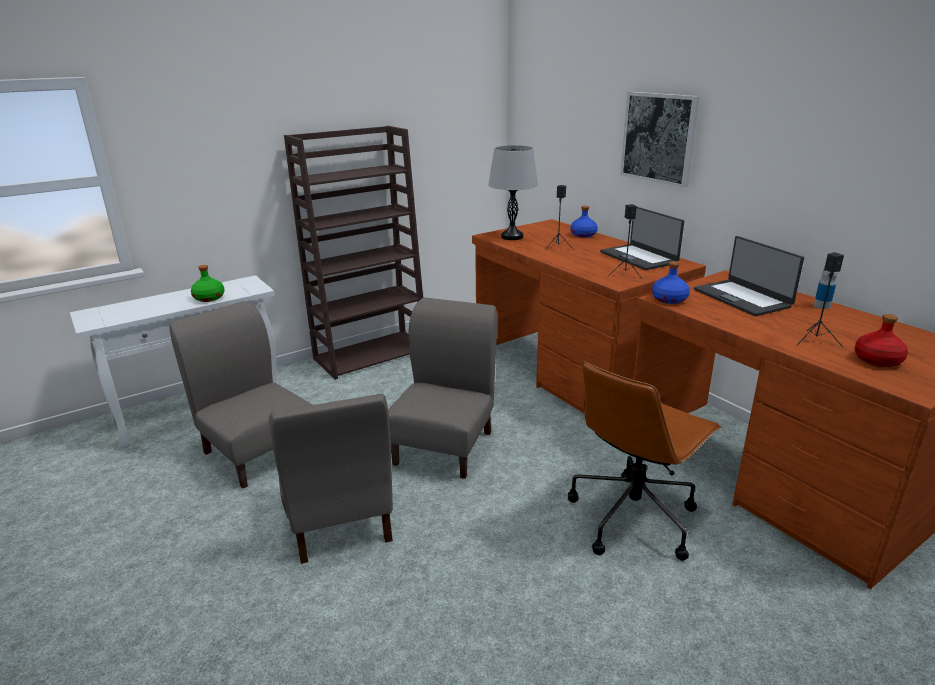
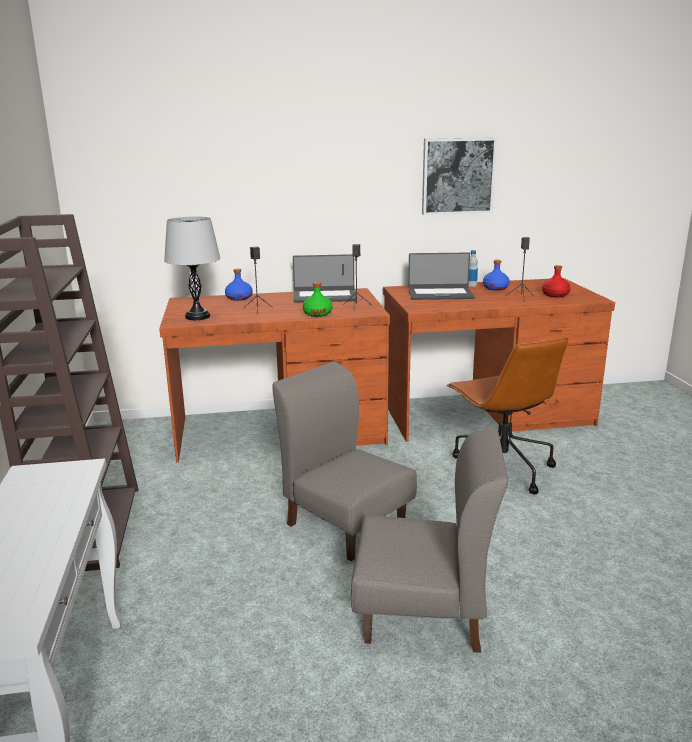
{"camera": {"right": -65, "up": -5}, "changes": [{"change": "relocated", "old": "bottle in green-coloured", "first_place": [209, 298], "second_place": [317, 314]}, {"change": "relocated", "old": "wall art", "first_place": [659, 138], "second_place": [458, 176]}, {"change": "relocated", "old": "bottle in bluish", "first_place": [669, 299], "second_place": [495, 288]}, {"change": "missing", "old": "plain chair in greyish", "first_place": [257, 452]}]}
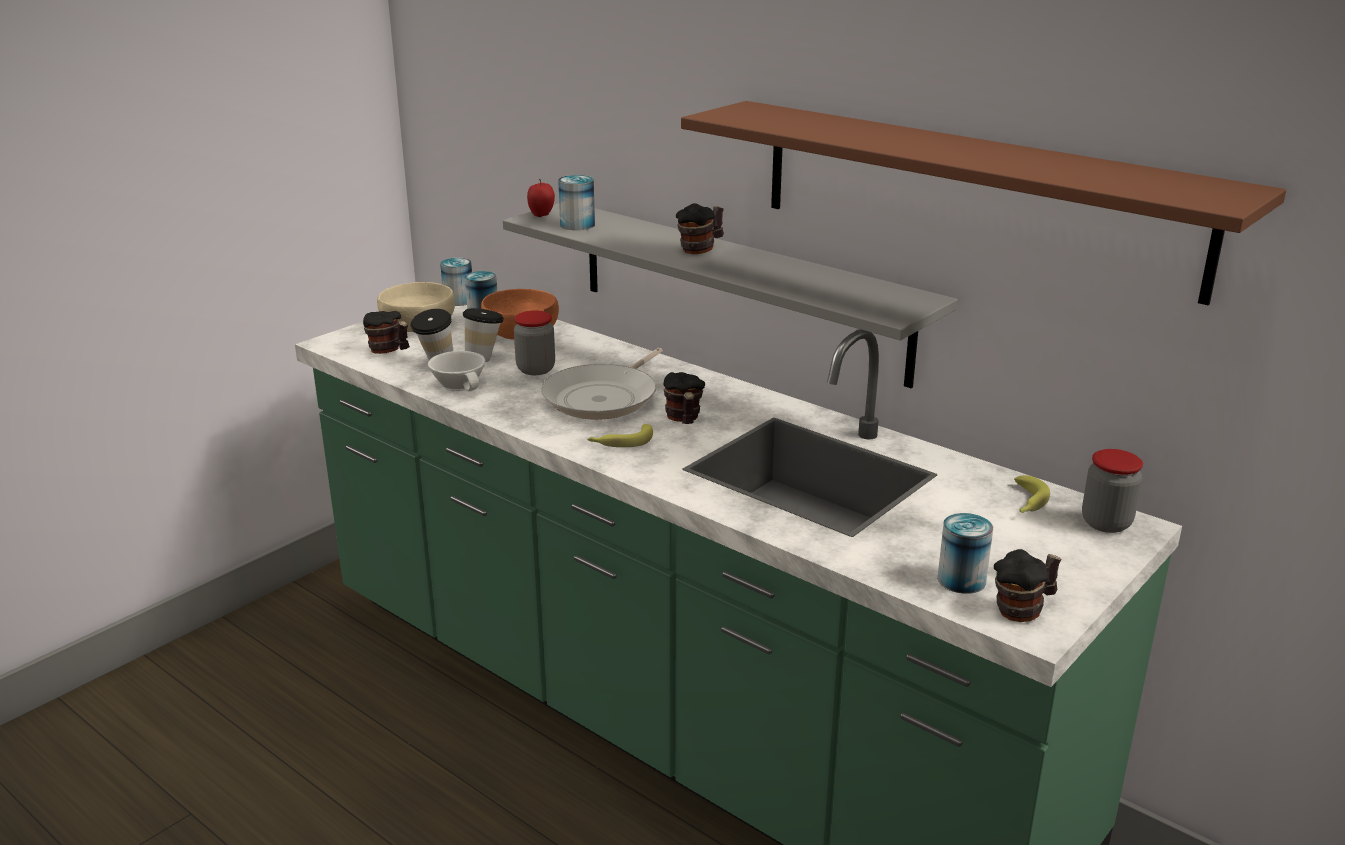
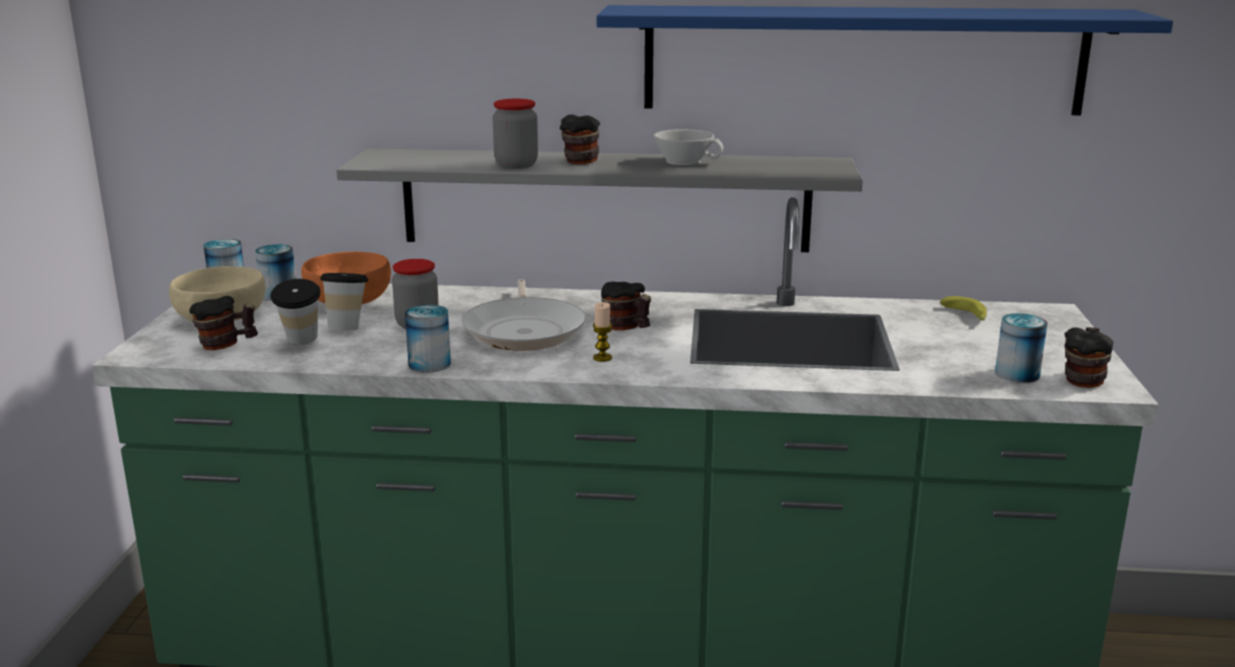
{"camera": {"right": -35, "up": -5}, "changes": [{"change": "relocated", "old": "can", "first_place": [577, 225], "second_place": [429, 364]}, {"change": "relocated", "old": "storage jar", "first_place": [1106, 523], "second_place": [516, 165]}, {"change": "exchanged", "old": "banana fruit", "new": "wax candle", "first_place": [621, 442], "second_place": [602, 358]}, {"change": "colour", "old": "bracket shelf in brown-coloured", "new": "bracket shelf in bluish", "first_place": [972, 195], "second_place": [862, 60]}, {"change": "relocated", "old": "cup in white", "first_place": [461, 384], "second_place": [686, 160]}, {"change": "missing", "old": "apple", "first_place": [541, 215]}]}
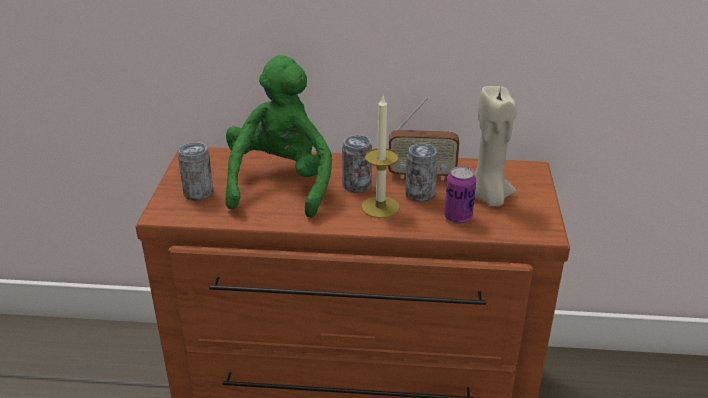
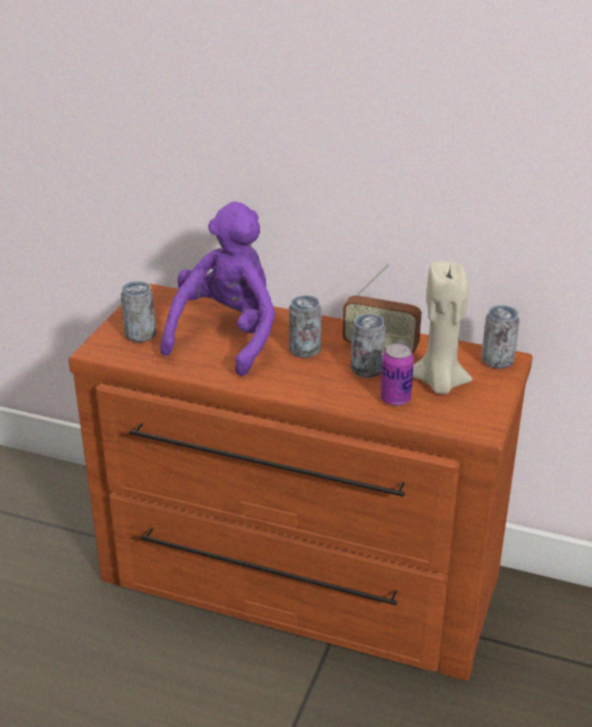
{"camera": {"right": 15, "up": 0}, "changes": [{"change": "colour", "old": "plush toy in green-coloured", "new": "plush toy in purplish", "first_place": [280, 183], "second_place": [227, 336]}, {"change": "appeared", "new": "can", "second_place": [497, 361]}, {"change": "missing", "old": "wax candle", "first_place": [380, 207]}]}
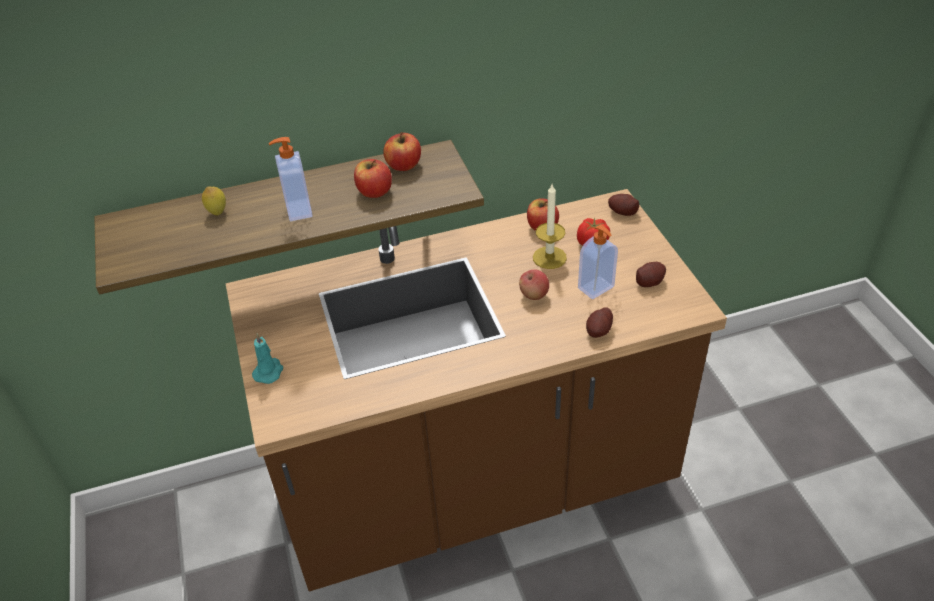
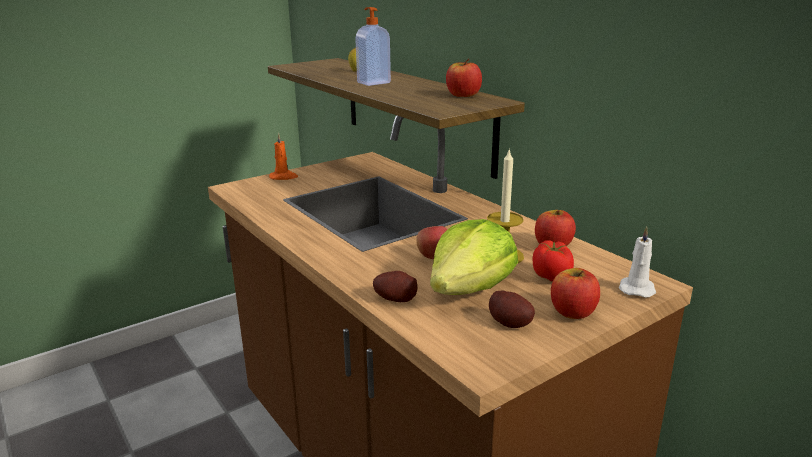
{"camera": {"right": 70, "up": -20}, "changes": [{"change": "colour", "old": "wax candle in turquoise", "new": "wax candle in orange", "first_place": [269, 371], "second_place": [283, 177]}, {"change": "exchanged", "old": "soap dispenser", "new": "lettuce", "first_place": [596, 288], "second_place": [470, 289]}, {"change": "relocated", "old": "apple", "first_place": [374, 192], "second_place": [573, 312]}, {"change": "exchanged", "old": "whole potato", "new": "wax candle in white", "first_place": [622, 212], "second_place": [636, 288]}]}
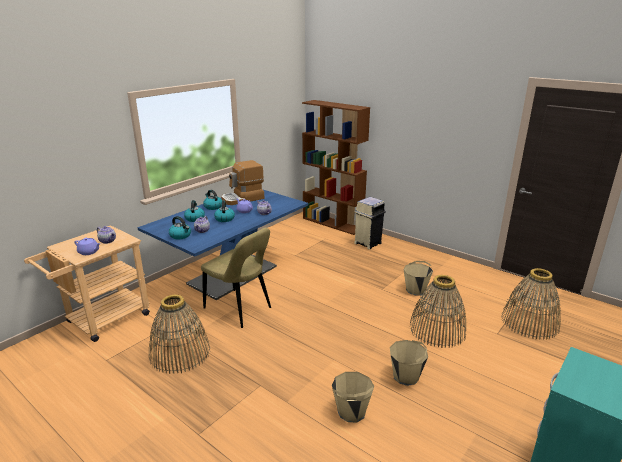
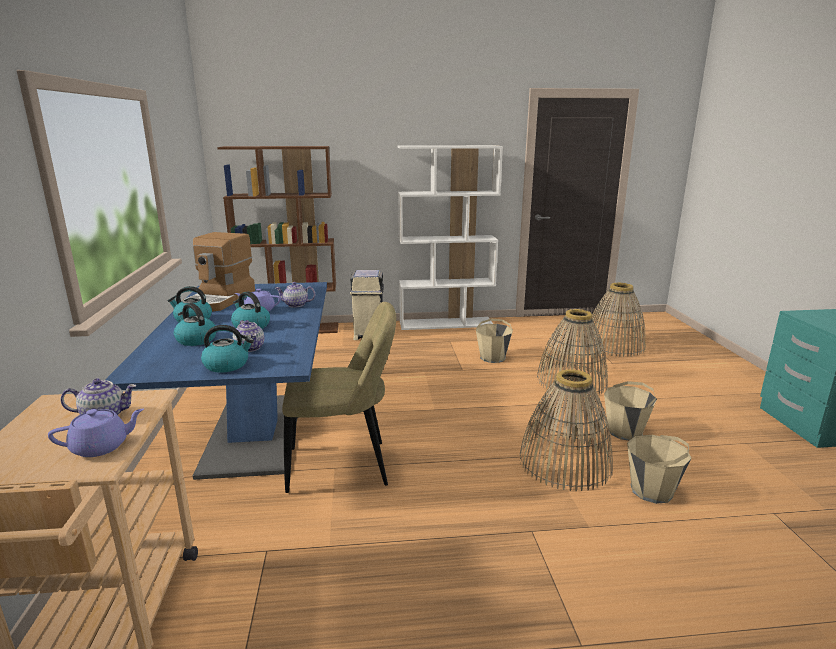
{"camera": {"right": -45, "up": -5}, "changes": [{"change": "appeared", "new": "bookshelf in white", "second_place": [446, 323]}, {"change": "relocated", "old": "basket", "first_place": [180, 353], "second_place": [565, 463]}]}
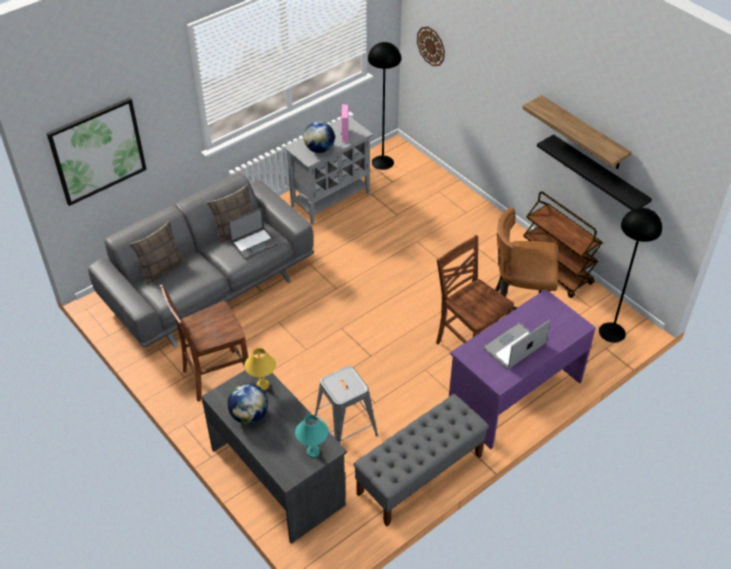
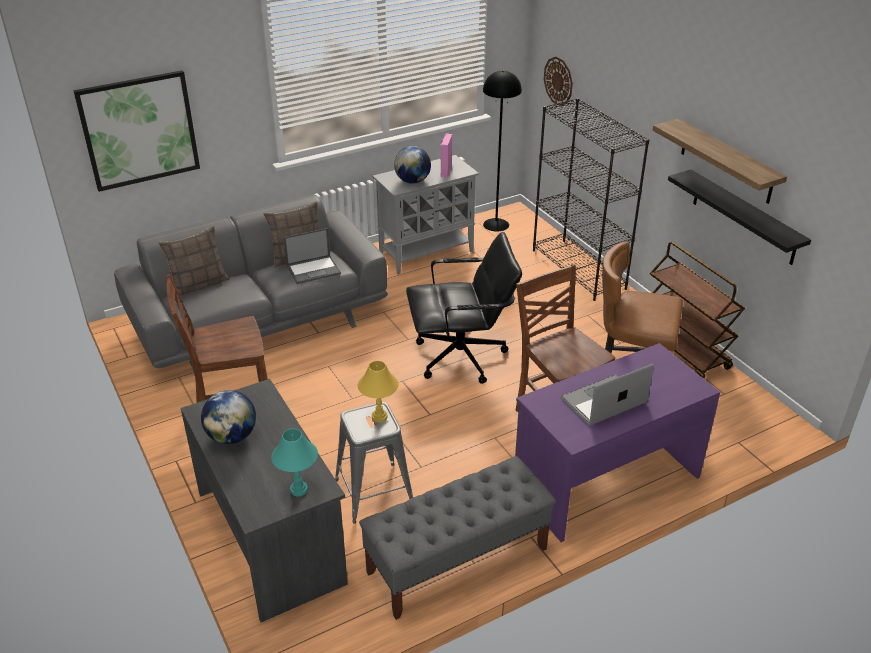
{"camera": {"right": 10, "up": -10}, "changes": [{"change": "relocated", "old": "table lamp in yellowish", "first_place": [262, 385], "second_place": [379, 417]}, {"change": "appeared", "new": "desk chair in black", "second_place": [461, 357]}, {"change": "appeared", "new": "bookshelf in black", "second_place": [579, 269]}, {"change": "missing", "old": "floor lamp in black", "first_place": [612, 332]}]}
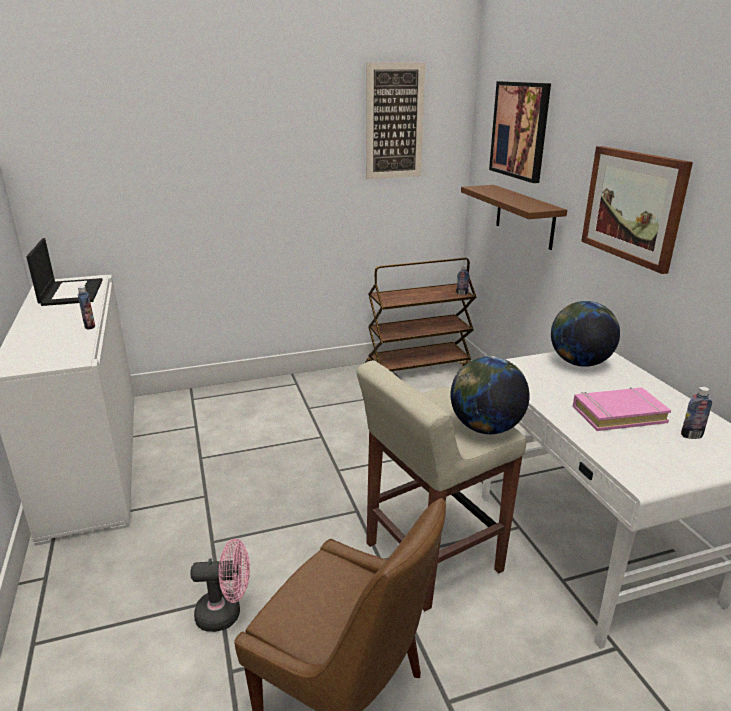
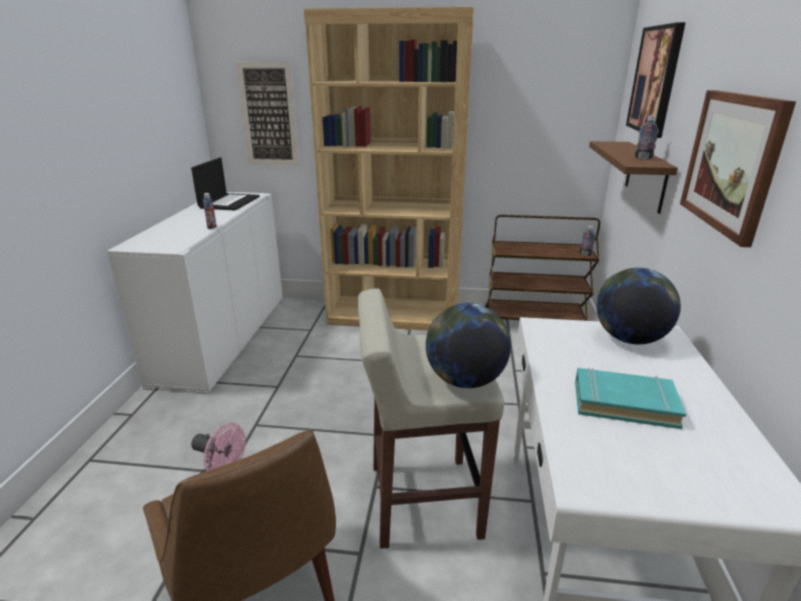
{"camera": {"right": 25, "up": 0}, "changes": [{"change": "relocated", "old": "wall art", "first_place": [394, 122], "second_place": [268, 115]}, {"change": "appeared", "new": "bookshelf in brown-coloured", "second_place": [394, 316]}, {"change": "colour", "old": "volume in pinkish", "new": "volume in turquoise", "first_place": [618, 414], "second_place": [624, 403]}, {"change": "relocated", "old": "bottle", "first_place": [691, 435], "second_place": [643, 158]}]}
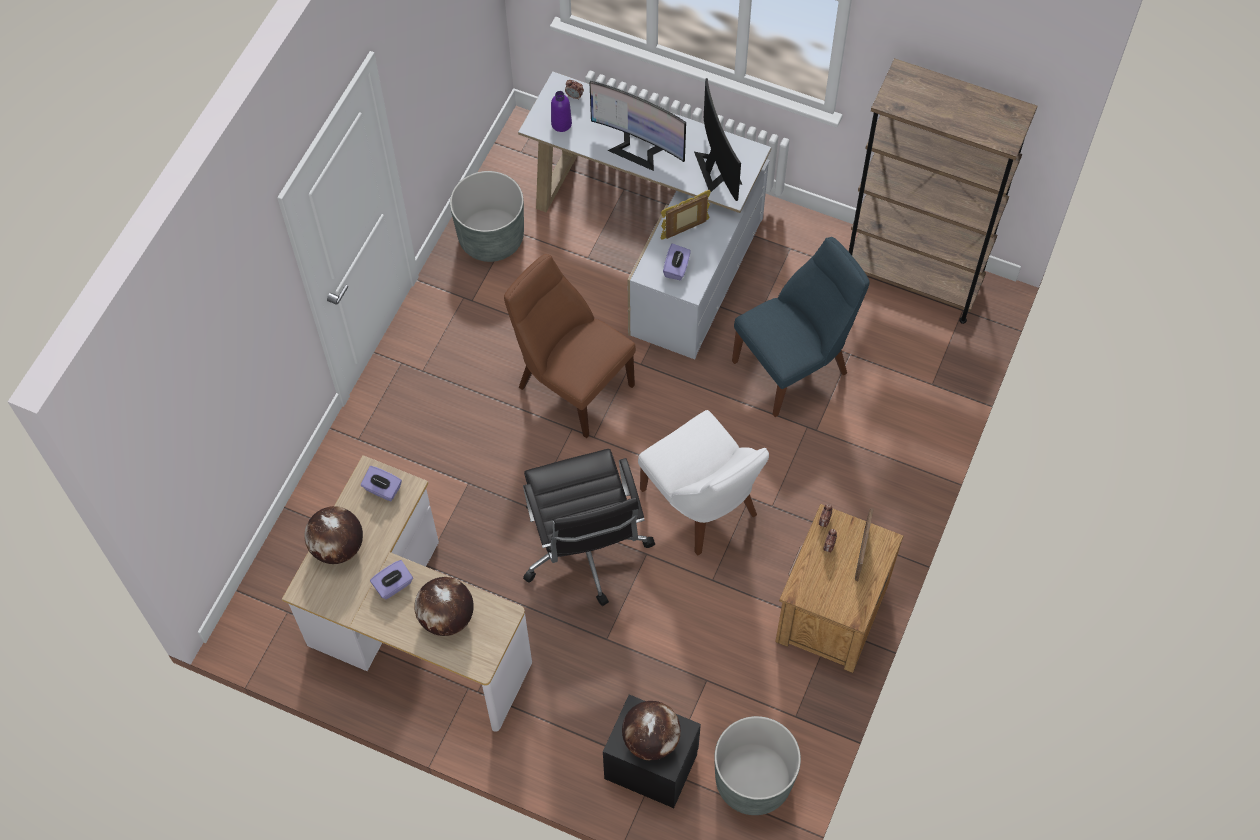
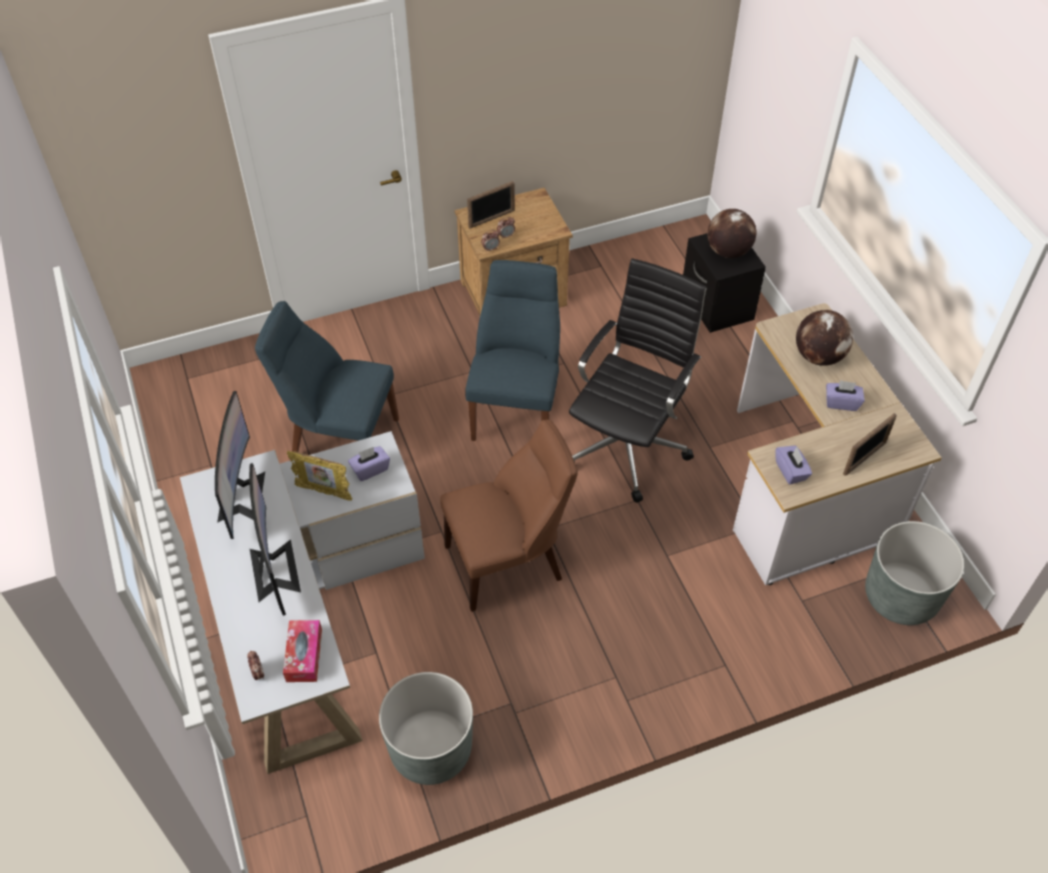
{"camera": {"right": -135, "up": -10}, "changes": [{"change": "spun", "old": "monitor", "first_place": [717, 168], "second_place": [241, 496], "degrees": 150}, {"change": "exchanged", "old": "bottle in purplish", "new": "tissue holder", "first_place": [561, 124], "second_place": [304, 655]}, {"change": "spun", "old": "plain chair in brown-coloured", "first_place": [571, 383], "second_place": [509, 561], "degrees": -105}, {"change": "colour", "old": "plain chair in white", "new": "plain chair in bluish", "first_place": [702, 506], "second_place": [517, 407]}, {"change": "exchanged", "old": "world globe", "new": "picture frame", "first_place": [338, 547], "second_place": [864, 458]}, {"change": "relocated", "old": "flower pot in greyish", "first_place": [753, 780], "second_place": [901, 596]}, {"change": "missing", "old": "bookshelf in brown-coloured", "first_place": [912, 279]}]}
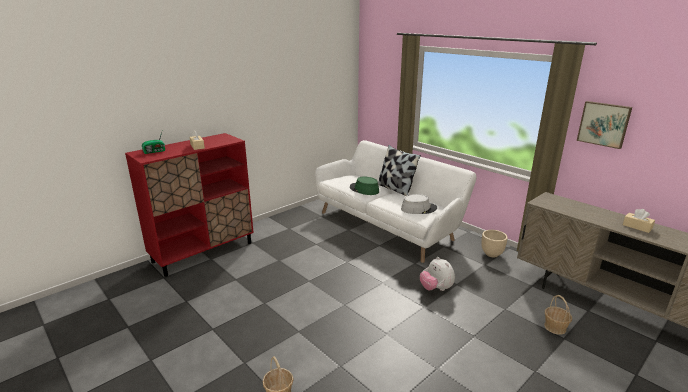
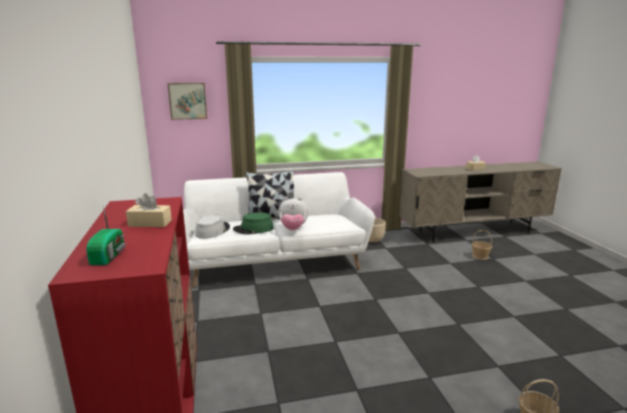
{"camera": {"right": -60, "up": -5}, "changes": [{"change": "relocated", "old": "wall art", "first_place": [604, 124], "second_place": [188, 101]}, {"change": "relocated", "old": "clothing hat in greyish", "first_place": [418, 209], "second_place": [212, 231]}, {"change": "relocated", "old": "plush toy", "first_place": [436, 288], "second_place": [293, 229]}]}
